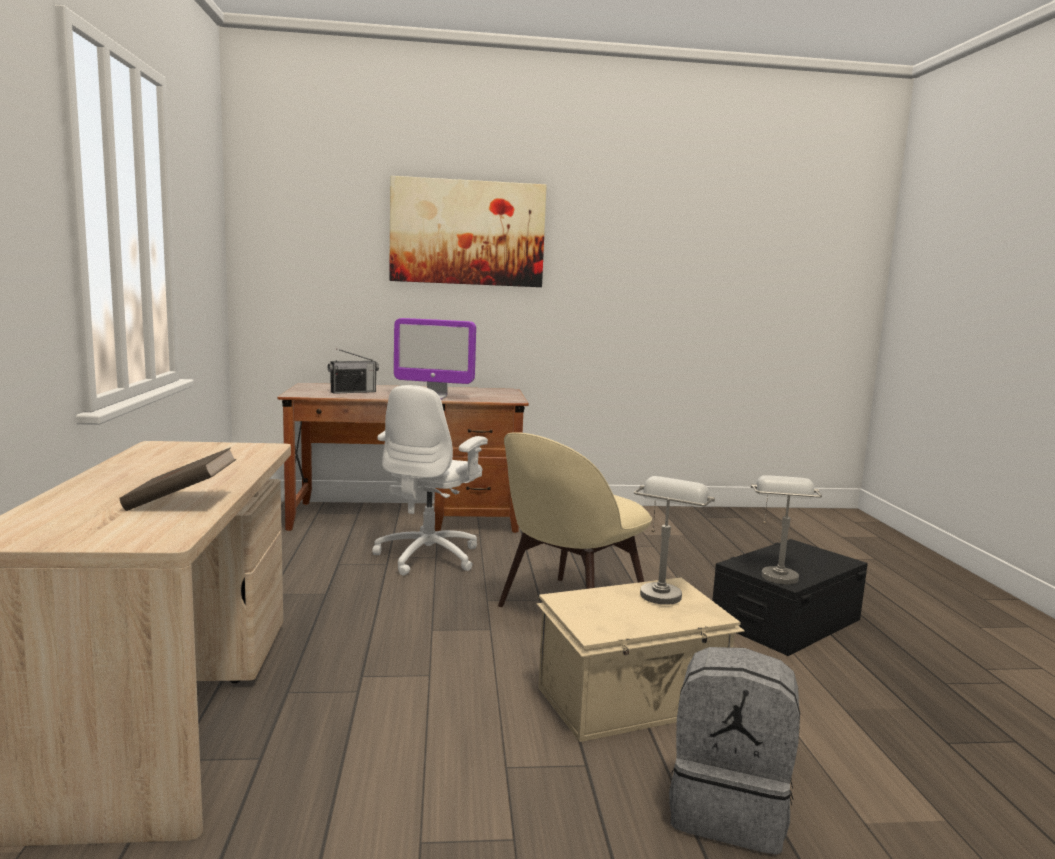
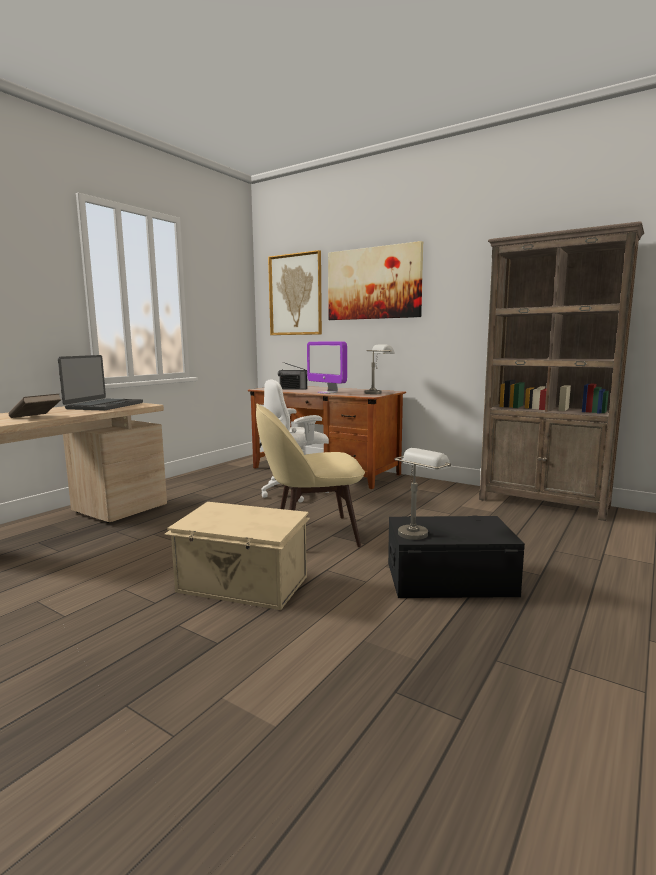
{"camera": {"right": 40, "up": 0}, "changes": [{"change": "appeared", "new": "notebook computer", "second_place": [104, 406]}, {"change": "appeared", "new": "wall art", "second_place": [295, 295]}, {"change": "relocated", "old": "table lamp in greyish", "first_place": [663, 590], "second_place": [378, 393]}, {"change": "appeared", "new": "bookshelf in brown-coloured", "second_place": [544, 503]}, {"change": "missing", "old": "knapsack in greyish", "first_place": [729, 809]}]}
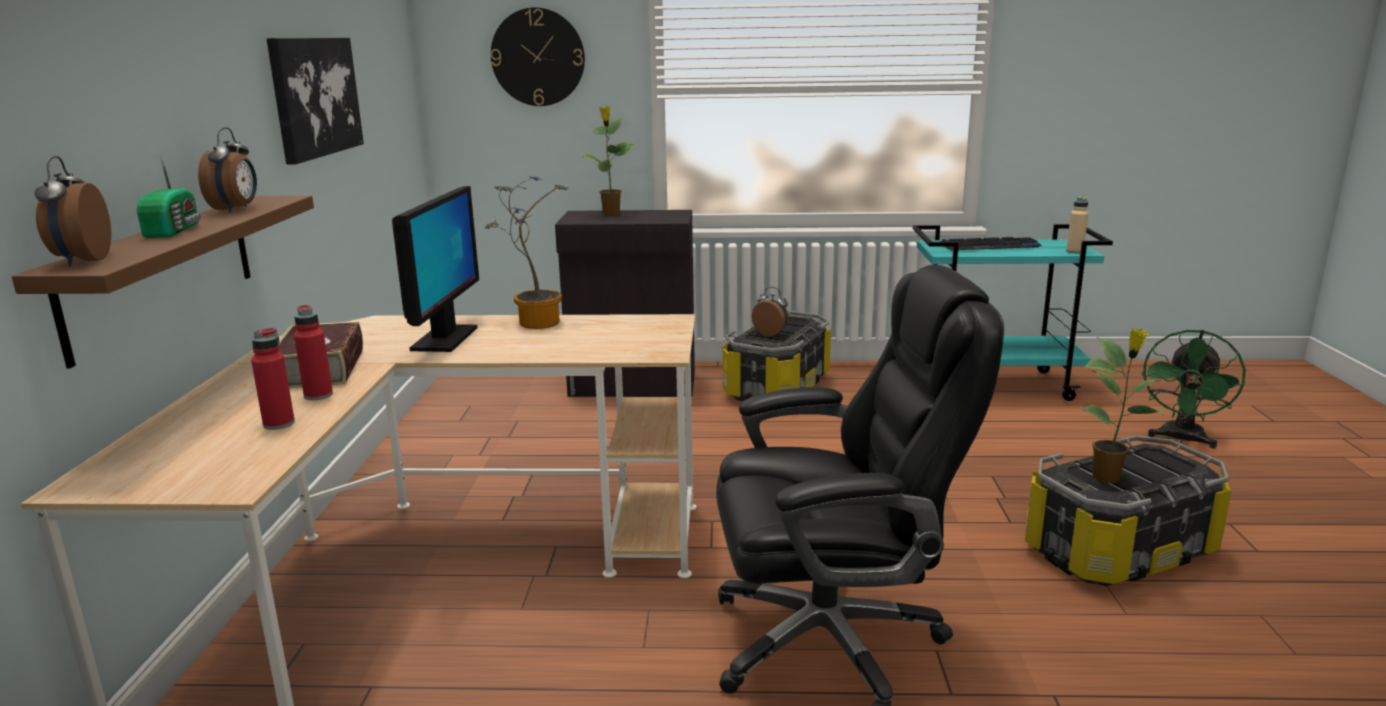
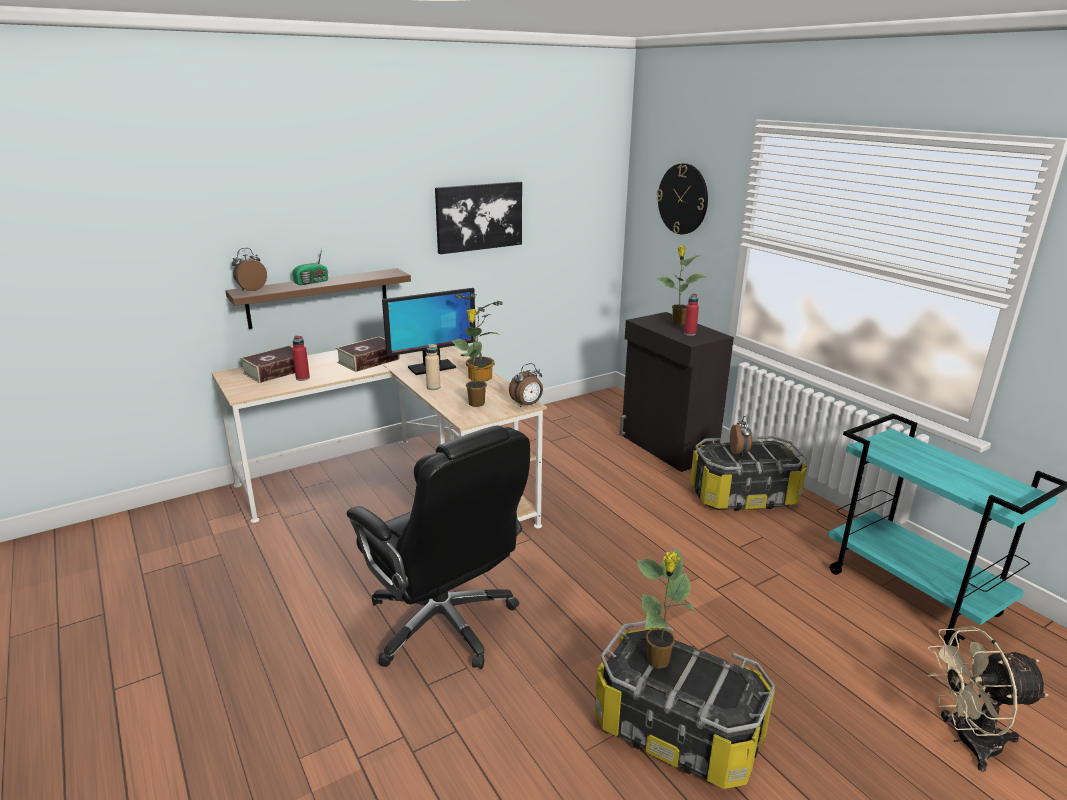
{"camera": {"right": 55, "up": 5}, "changes": [{"change": "appeared", "new": "volume", "second_place": [276, 371]}, {"change": "relocated", "old": "bottle in beige", "first_place": [1074, 251], "second_place": [433, 387]}, {"change": "appeared", "new": "houseplant", "second_place": [476, 403]}, {"change": "relocated", "old": "table clock", "first_place": [236, 209], "second_place": [527, 404]}, {"change": "relocated", "old": "bottle in reddish", "first_place": [318, 395], "second_place": [689, 334]}, {"change": "colour", "old": "electric fan in green-coloured", "new": "electric fan in beige", "first_place": [1181, 439], "second_place": [966, 741]}, {"change": "missing", "old": "PC keyboard", "first_place": [990, 246]}]}
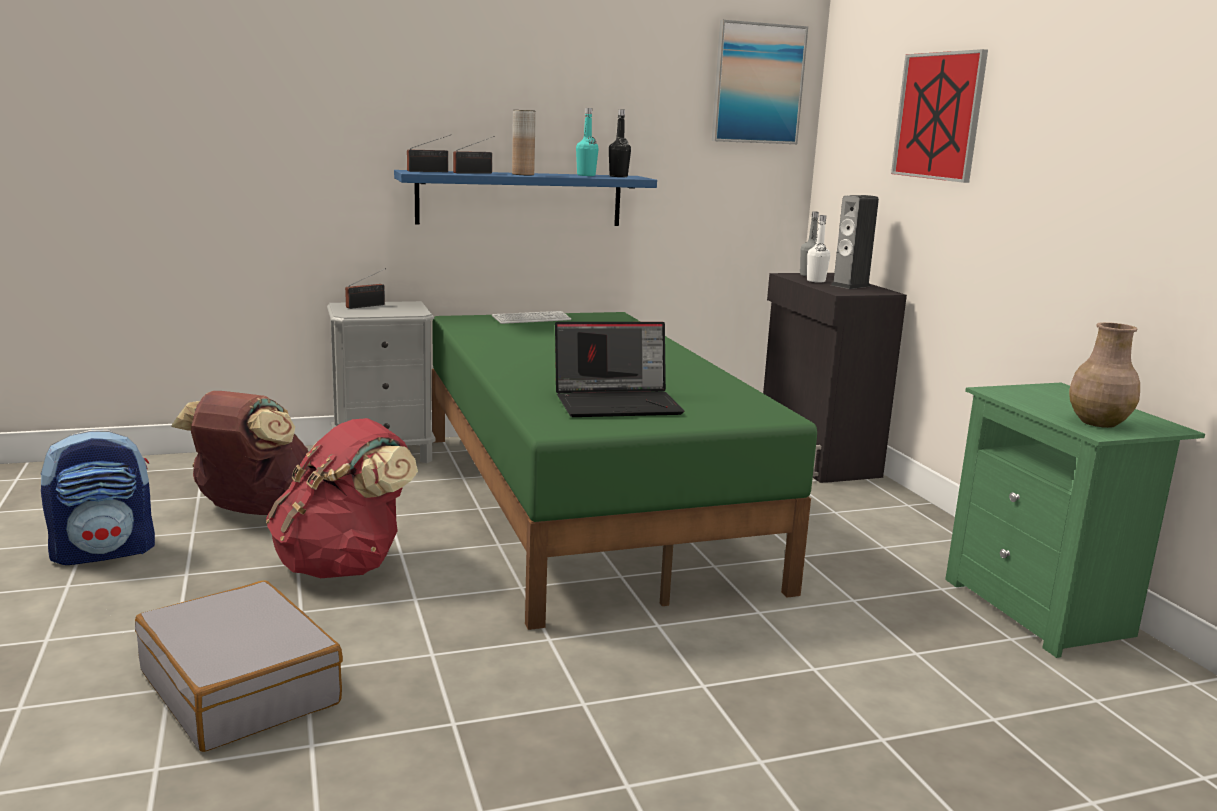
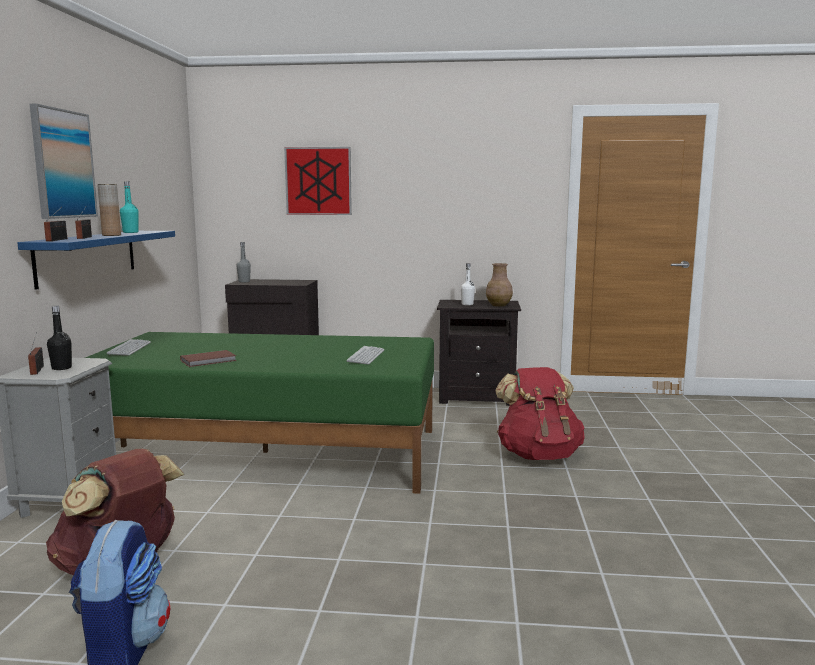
{"camera": {"right": -65, "up": -5}, "changes": [{"change": "relocated", "old": "wall art", "first_place": [758, 84], "second_place": [63, 164]}, {"change": "relocated", "old": "bottle in black", "first_place": [618, 176], "second_place": [61, 368]}, {"change": "appeared", "new": "volume in brown-coloured", "second_place": [209, 361]}, {"change": "exchanged", "old": "notebook computer", "new": "PC keyboard", "first_place": [618, 403], "second_place": [366, 356]}, {"change": "colour", "old": "night table in green-coloured", "new": "night table in black", "first_place": [1043, 610], "second_place": [477, 397]}, {"change": "relocated", "old": "bottle in white", "first_place": [816, 281], "second_place": [467, 304]}, {"change": "relocated", "old": "knapsack in reddish", "first_place": [344, 566], "second_place": [538, 455]}, {"change": "missing", "old": "travel case in greyish", "first_place": [241, 687]}, {"change": "missing", "old": "loudspeaker", "first_place": [850, 285]}]}
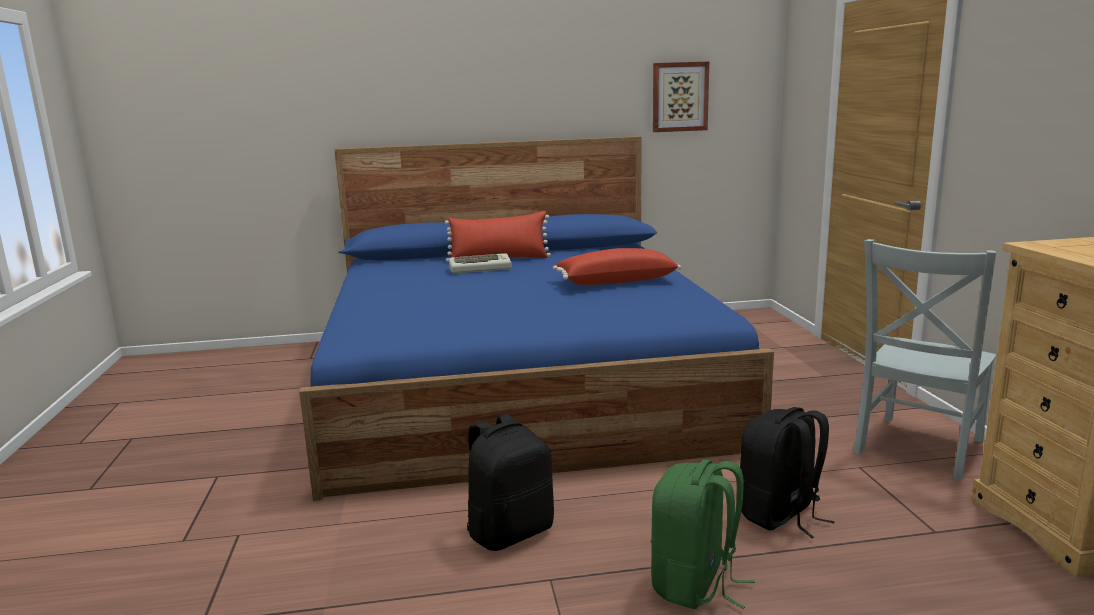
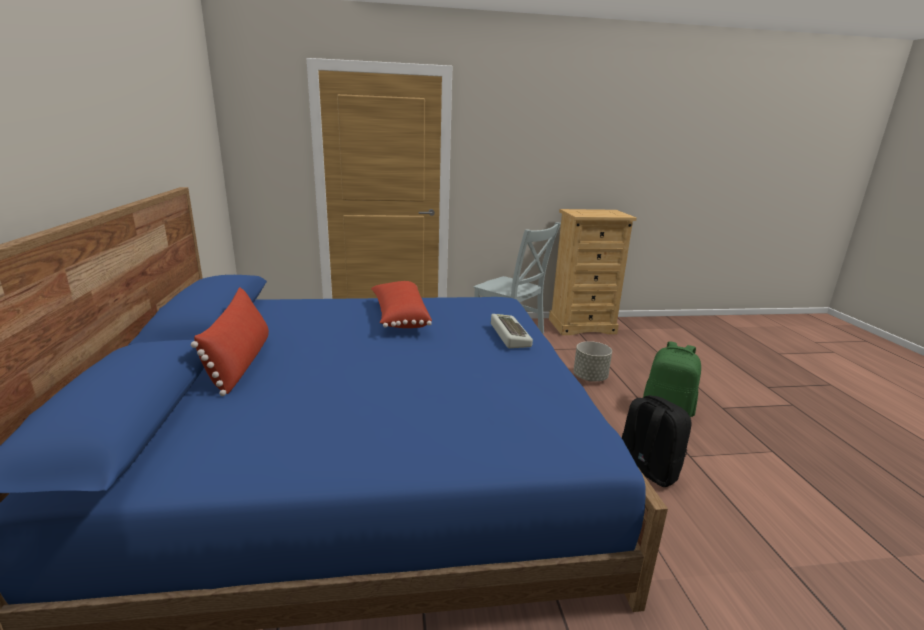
{"camera": {"right": -90, "up": 5}, "changes": [{"change": "relocated", "old": "PC keyboard", "first_place": [481, 268], "second_place": [508, 335]}, {"change": "exchanged", "old": "knapsack in black", "new": "flower pot in greyish", "first_place": [780, 515], "second_place": [590, 378]}, {"change": "missing", "old": "wall art", "first_place": [679, 97]}]}
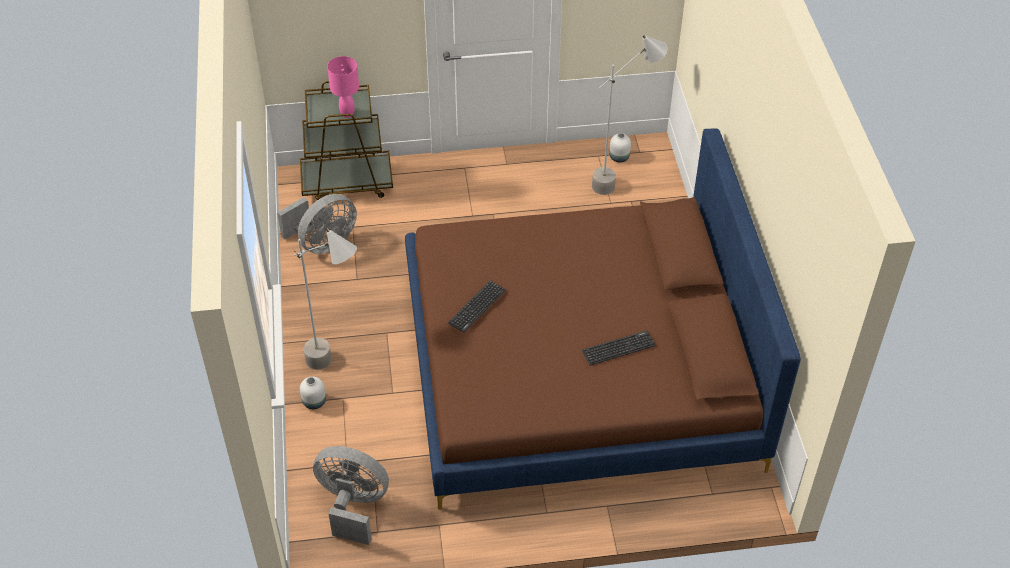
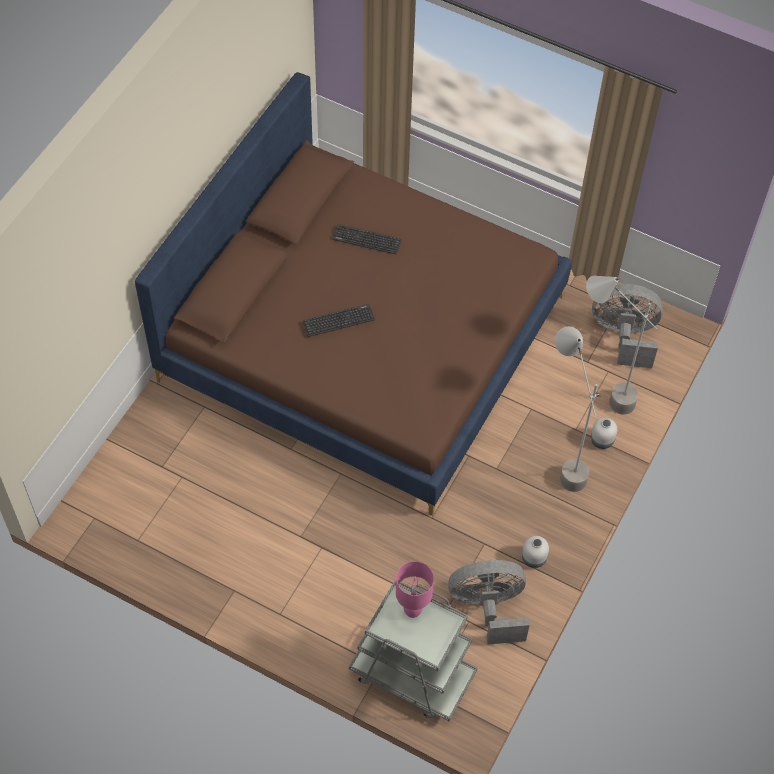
{"camera": {"right": -145, "up": 10}, "changes": [{"change": "relocated", "old": "PC keyboard", "first_place": [477, 306], "second_place": [338, 320]}, {"change": "colour", "old": "trolley in brown-coloured", "new": "trolley in greyish", "first_place": [347, 182], "second_place": [412, 674]}, {"change": "relocated", "old": "flower vase in white", "first_place": [619, 157], "second_place": [533, 559]}, {"change": "relocated", "old": "floor lamp in greyish", "first_place": [621, 181], "second_place": [600, 398]}, {"change": "spun", "old": "electric fan in greyish", "first_place": [353, 505], "second_place": [624, 336], "degrees": 135}]}
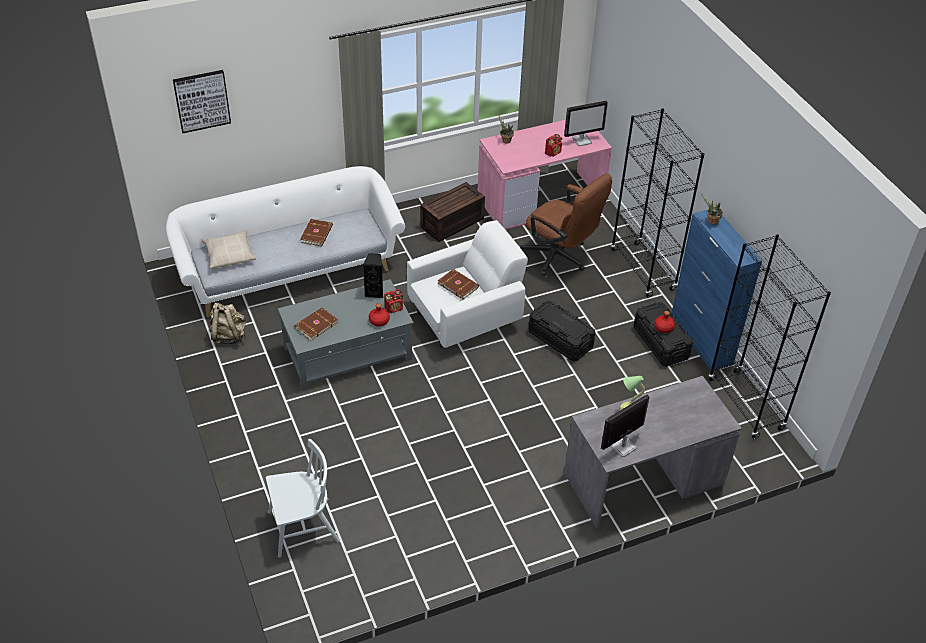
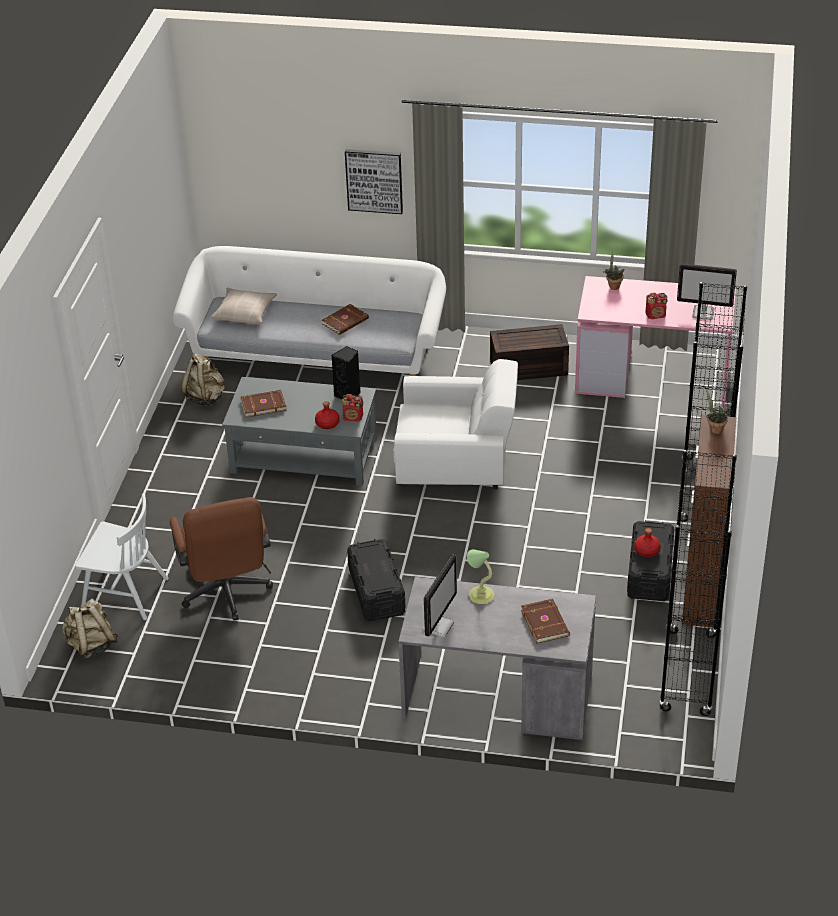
{"camera": {"right": 35, "up": -5}, "changes": [{"change": "appeared", "new": "knapsack in beige", "second_place": [91, 645]}, {"change": "relocated", "old": "desk chair in brown-coloured", "first_place": [560, 258], "second_place": [227, 594]}, {"change": "relocated", "old": "wall art", "first_place": [202, 100], "second_place": [374, 180]}, {"change": "relocated", "old": "storage box in black", "first_place": [560, 339], "second_place": [376, 591]}, {"change": "spun", "old": "monitor", "first_place": [622, 447], "second_place": [438, 625], "degrees": 120}, {"change": "relocated", "old": "volume in brown-coloured", "first_place": [458, 285], "second_place": [545, 622]}, {"change": "colour", "old": "storage cabinet in bluish", "new": "storage cabinet in brown-coloured", "first_place": [701, 340], "second_place": [701, 589]}]}
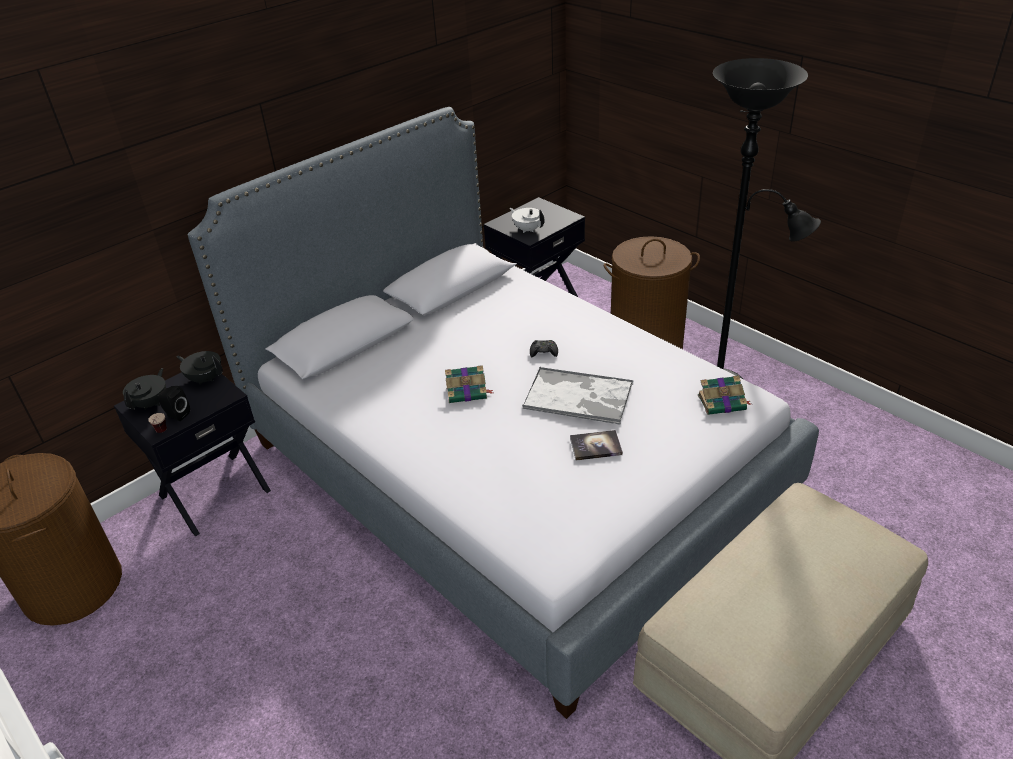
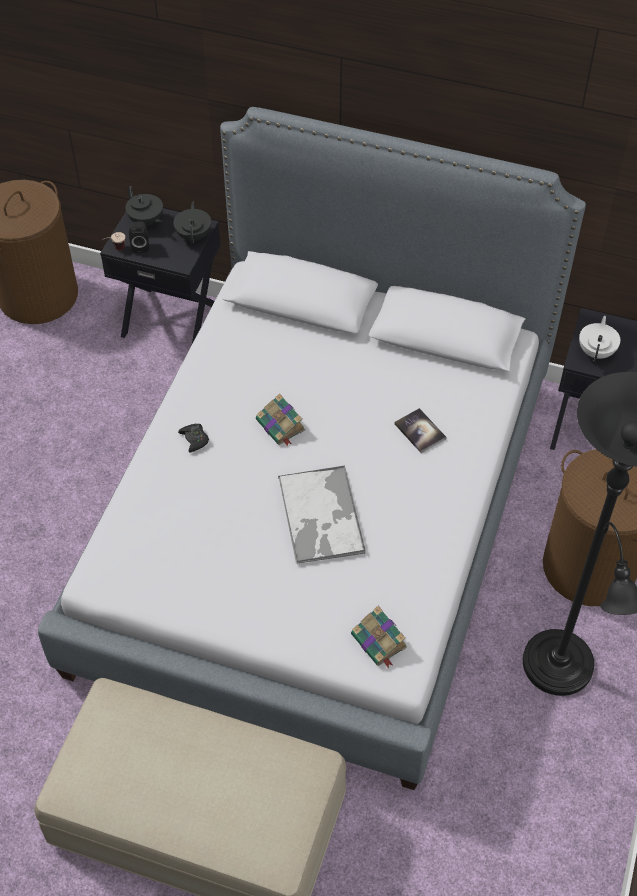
{"camera": {"right": 60, "up": 15}, "changes": [{"change": "spun", "old": "tea pot in black", "first_place": [151, 403], "second_place": [146, 221], "degrees": 60}, {"change": "relocated", "old": "joypad in black", "first_place": [543, 352], "second_place": [194, 439]}, {"change": "relocated", "old": "volume", "first_place": [595, 446], "second_place": [420, 431]}]}
